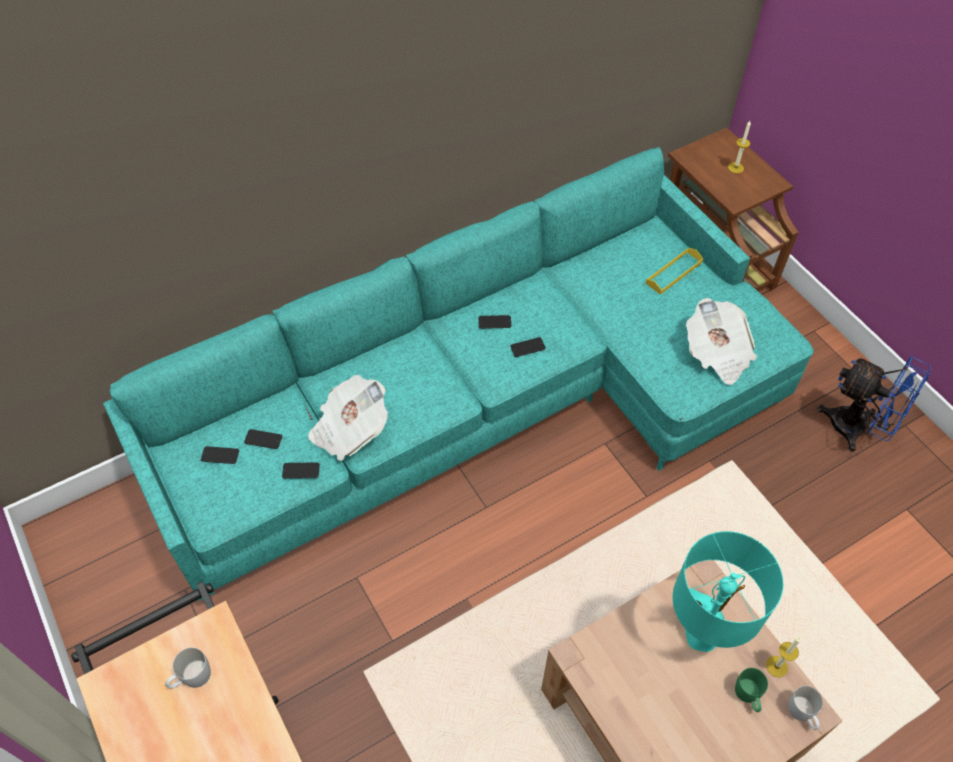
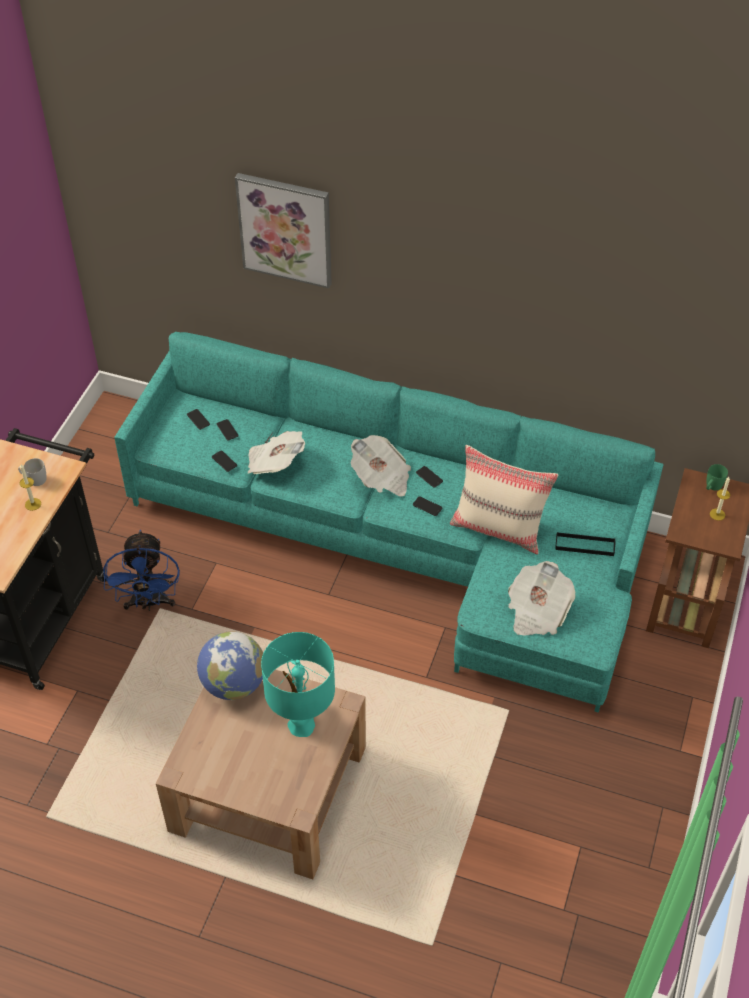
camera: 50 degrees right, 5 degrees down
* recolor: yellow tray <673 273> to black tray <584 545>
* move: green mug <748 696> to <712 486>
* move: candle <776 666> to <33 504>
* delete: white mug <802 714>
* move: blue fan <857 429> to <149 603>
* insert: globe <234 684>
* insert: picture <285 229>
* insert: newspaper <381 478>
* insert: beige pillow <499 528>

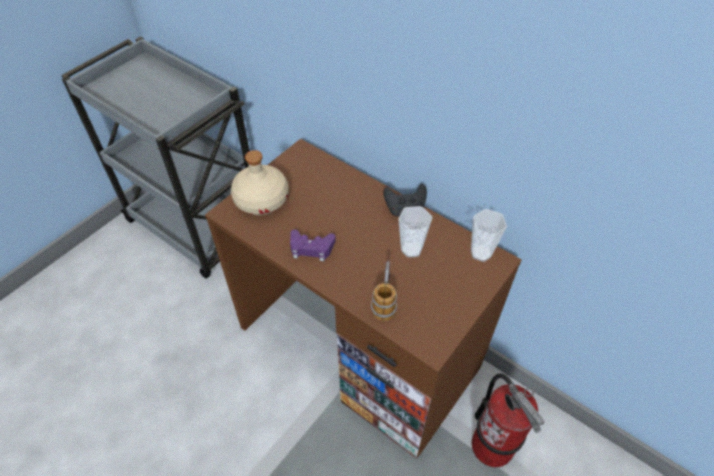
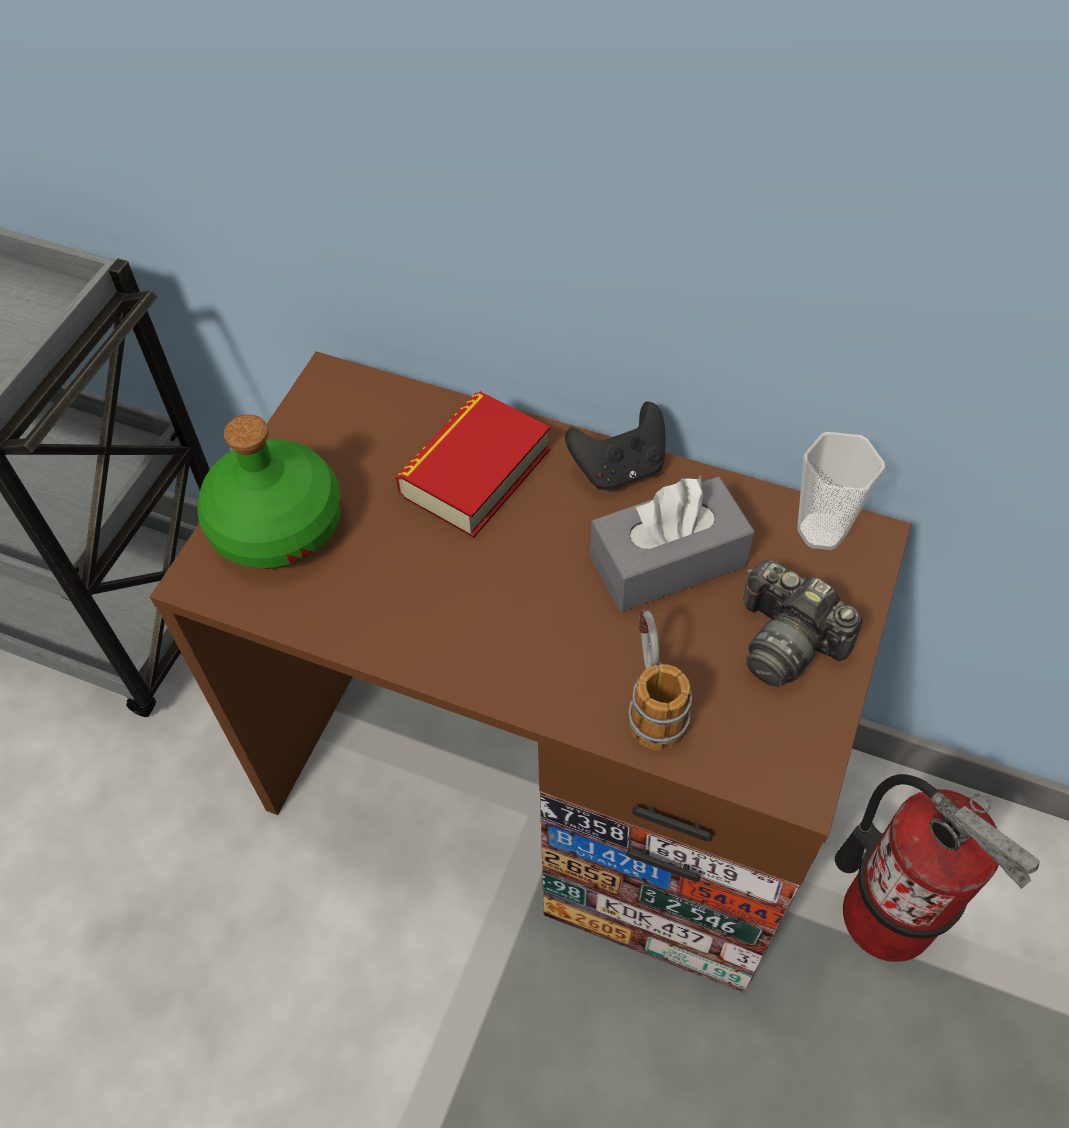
camera: 15 degrees left, 5 degrees up
* recolor: beige bottle <262 200> to green bottle <279 525>
* delete: purple game controller <311 248>
* replace: cup <411 249> to grey tissue box <667 561>
* insert: book <475 472>
* insert: photo camera <787 640>

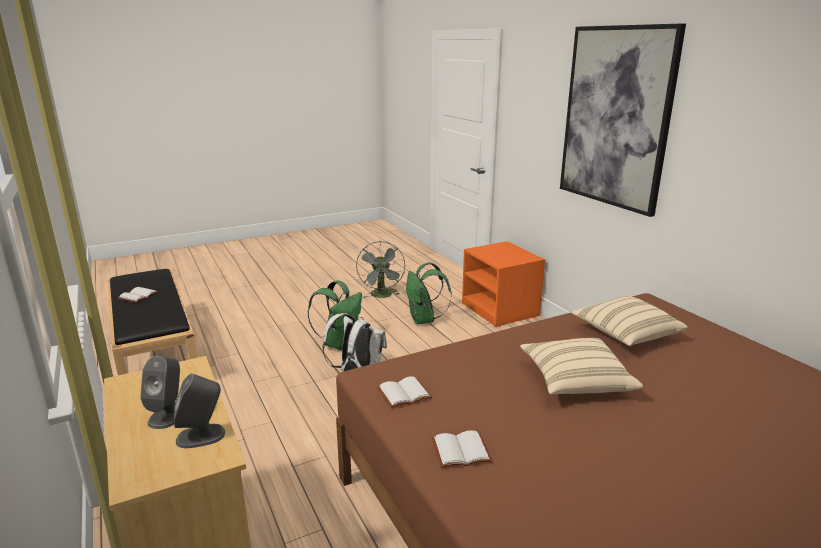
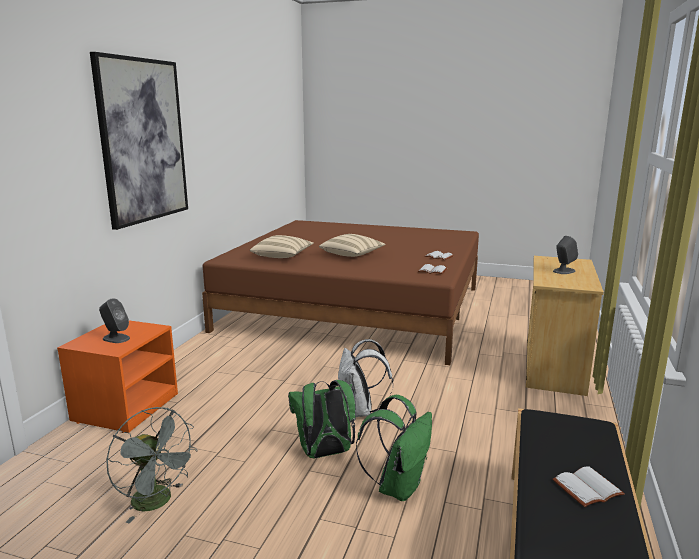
camera: 135 degrees left, 5 degrees down
* move: grey speaker <201 436> to <116 338>
* rotate: grey fan <382 296> = <158 502> 90 degrees clockwise
* move: green backpack <424 320> to <398 486>

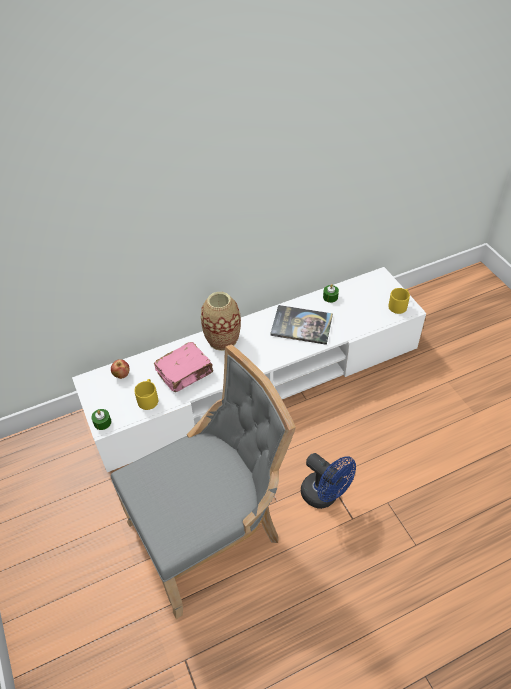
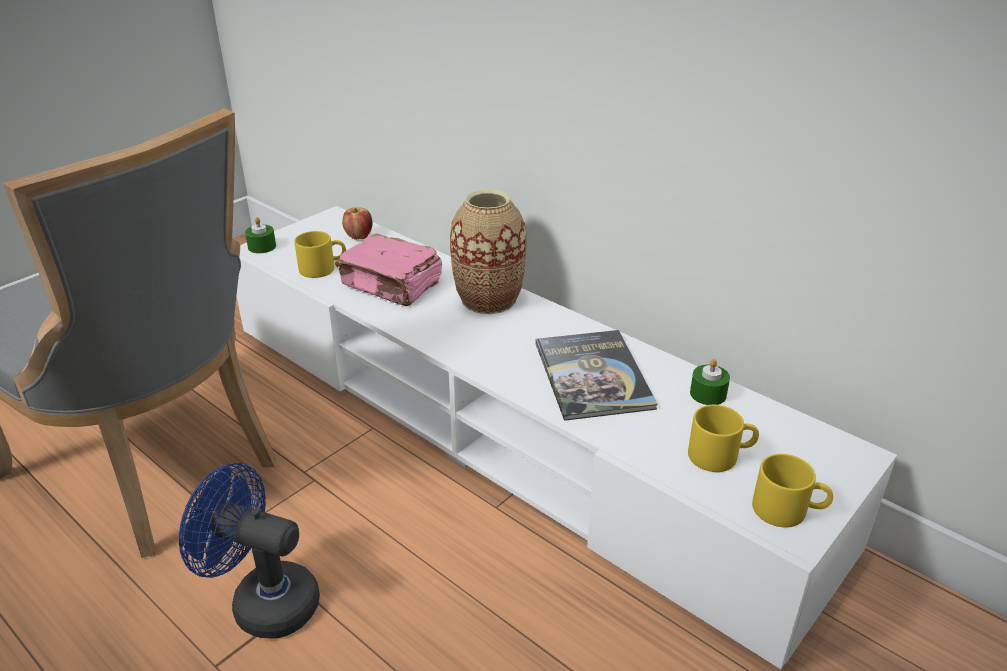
camera: 65 degrees right, 15 degrees down
* rotate: blue fan <324 496> = <264 601> 90 degrees clockwise
* insert: yellow mug <720 455>

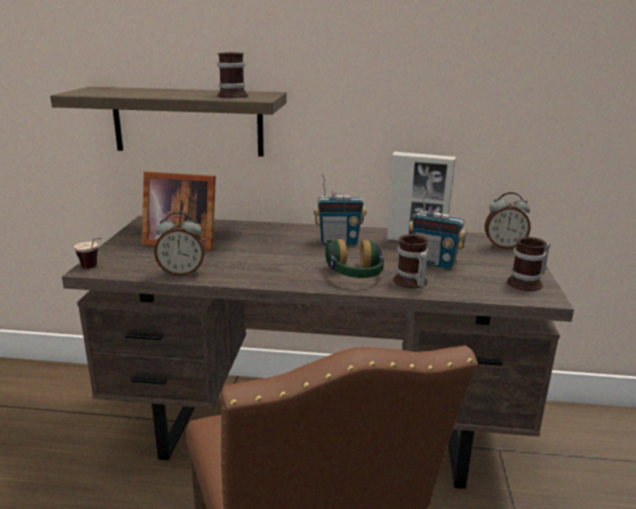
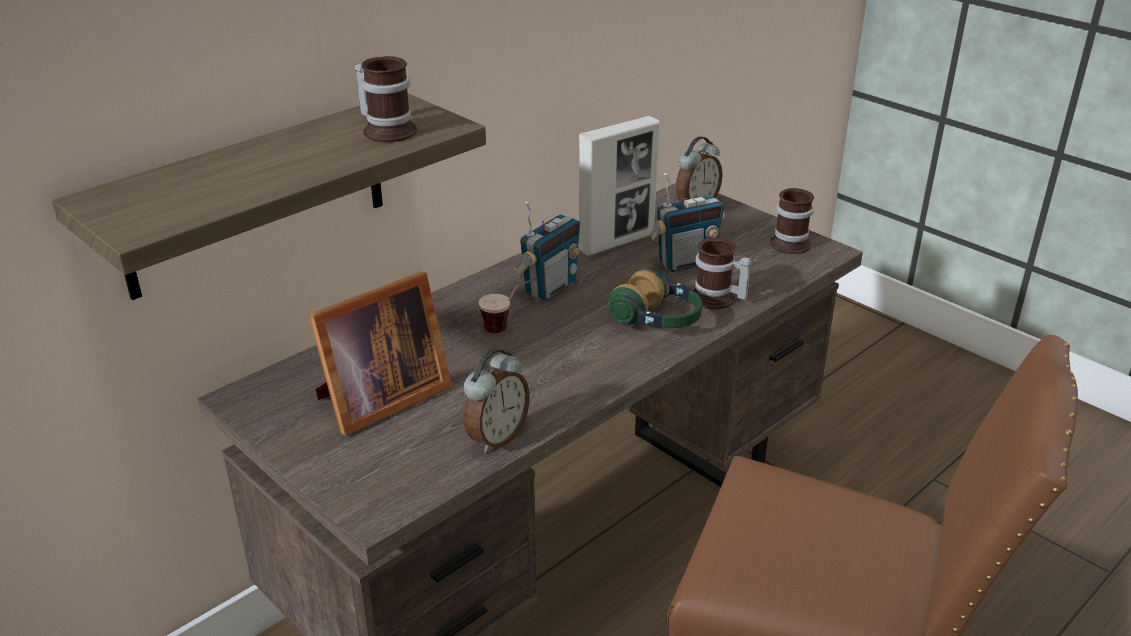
camera: 50 degrees left, 10 degrees up
* move: cup <94 268> to <508 326>

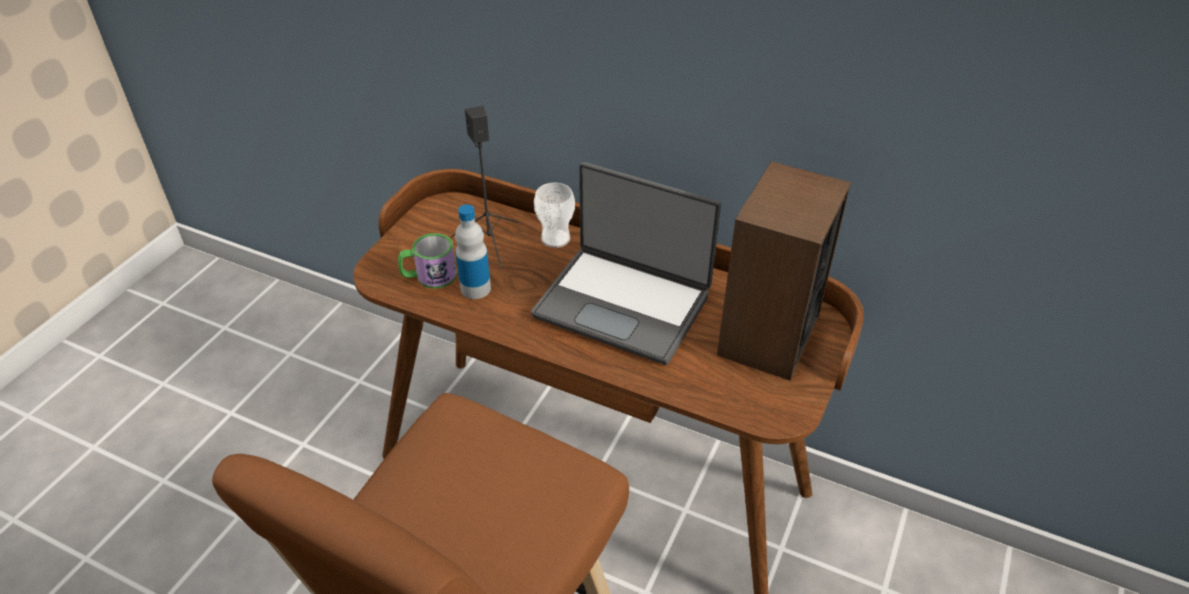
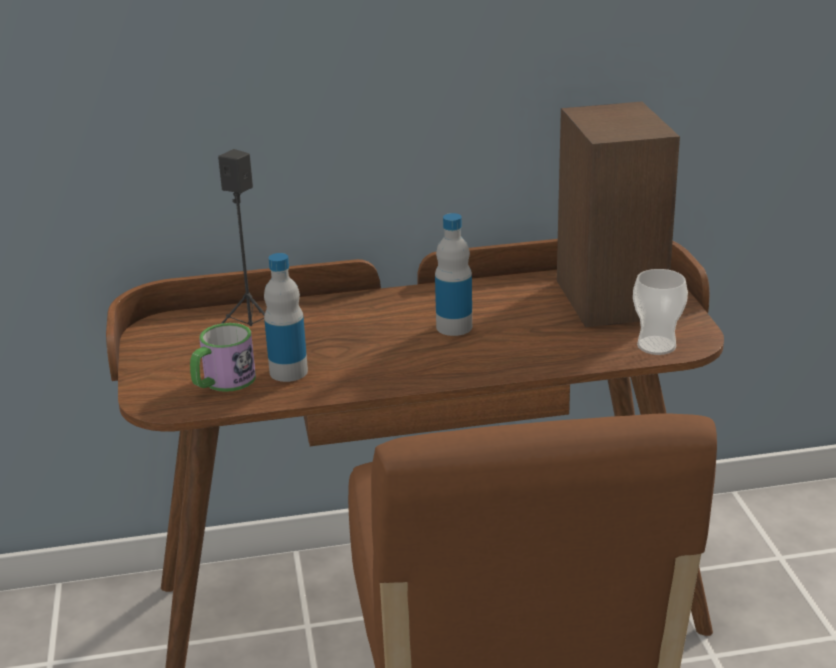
camera: 35 degrees left, 15 degrees down
* replace: laptop <623 304> to bottle <454 327>
* move: cup <555 238> to <656 346>

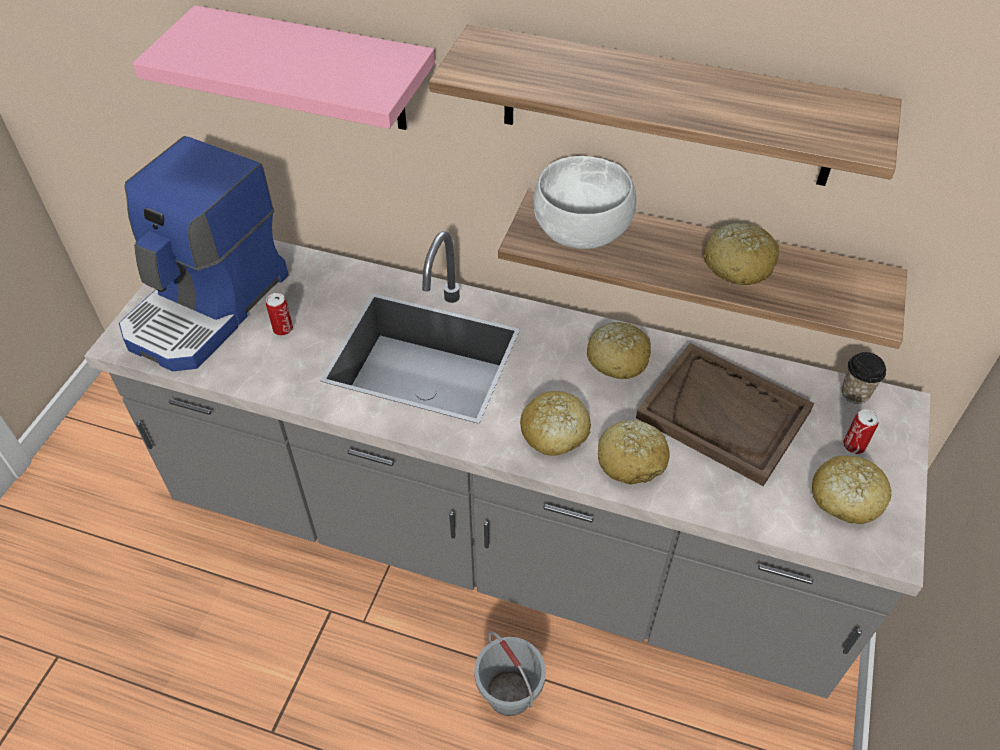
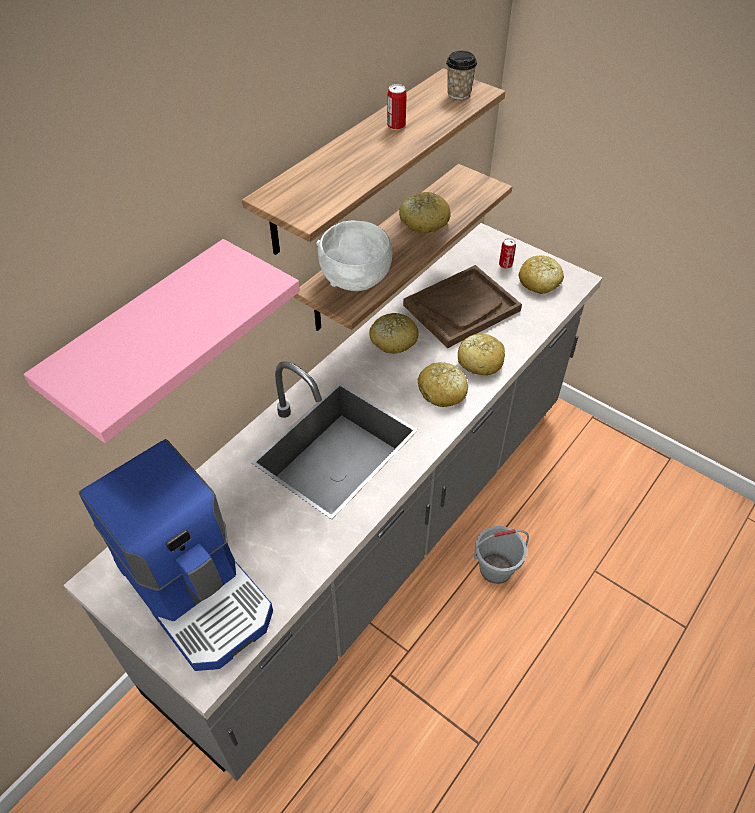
camera: 70 degrees left, 0 degrees up
* move: can <283 329> to <396 126>
* move: cup <855 393> to <459 94>

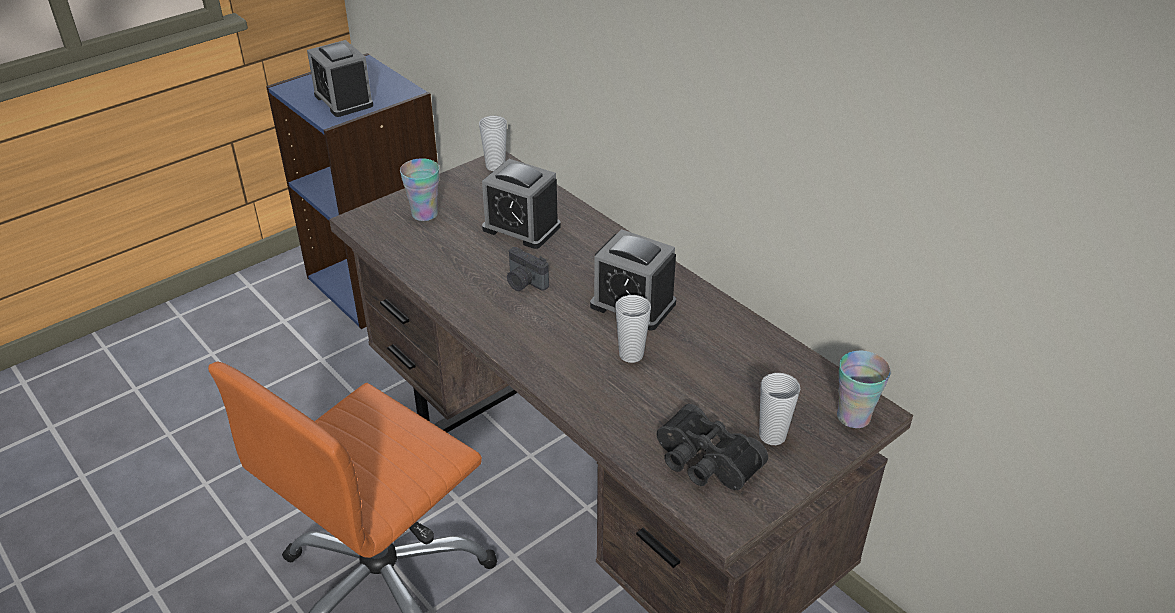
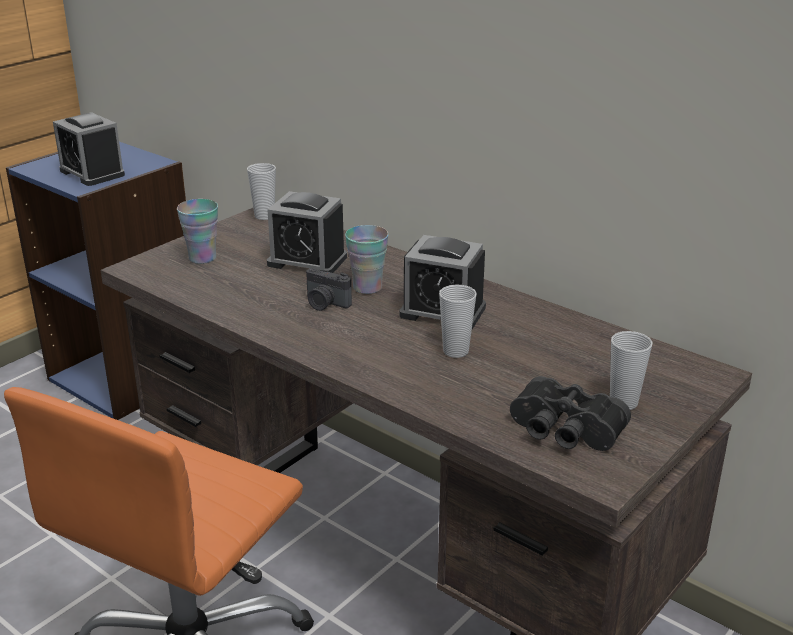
camera: 10 degrees left, 10 degrees down
* move: cup <853 417> to <367 287>

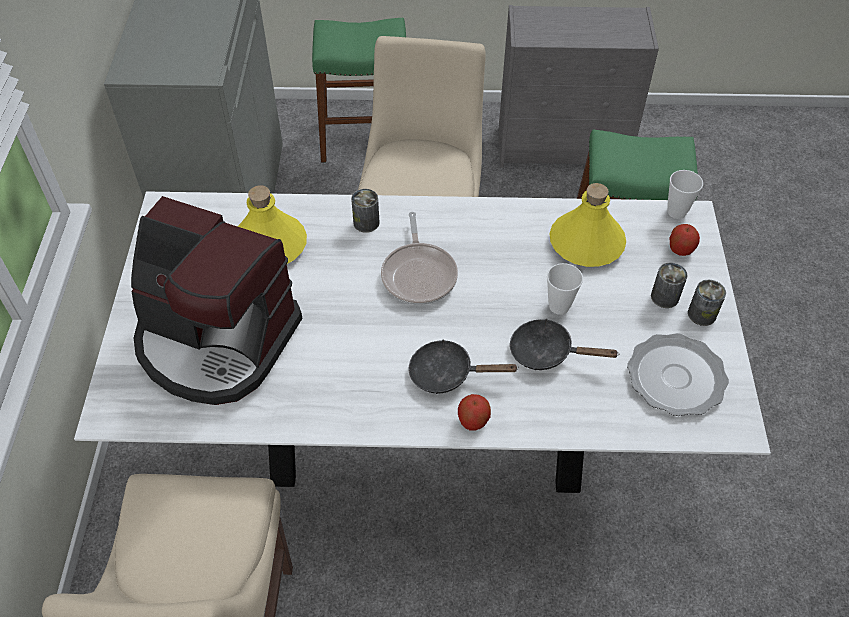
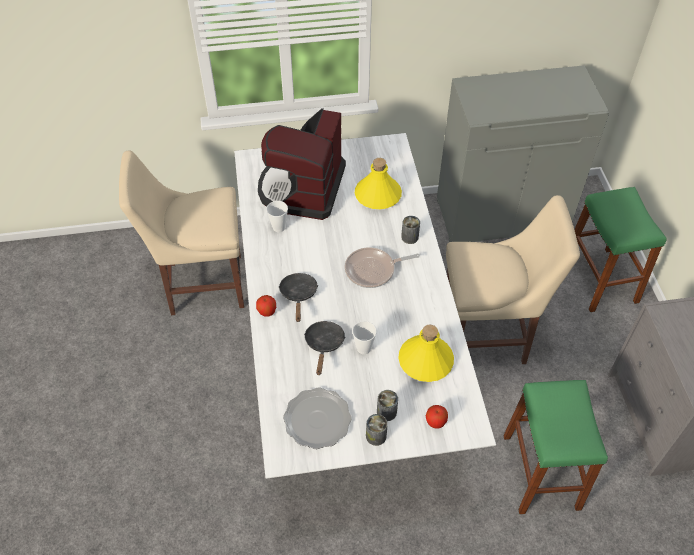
camera: 80 degrees right, 0 degrees up
* move: cup <676 212> to <279 227>

